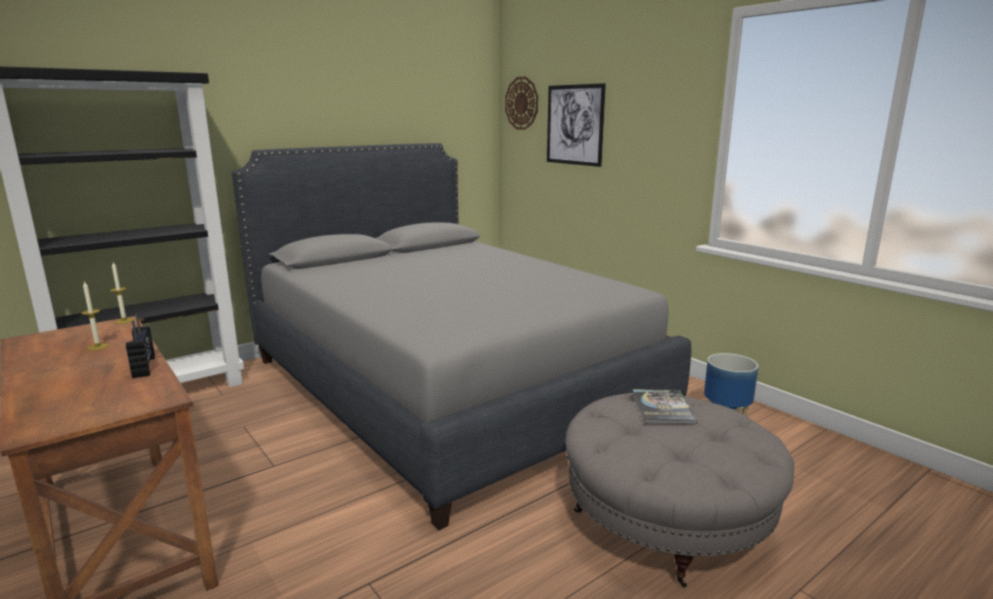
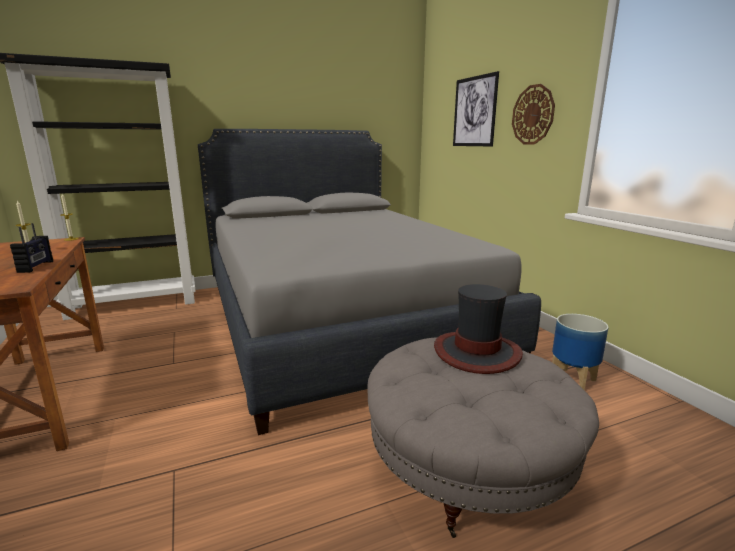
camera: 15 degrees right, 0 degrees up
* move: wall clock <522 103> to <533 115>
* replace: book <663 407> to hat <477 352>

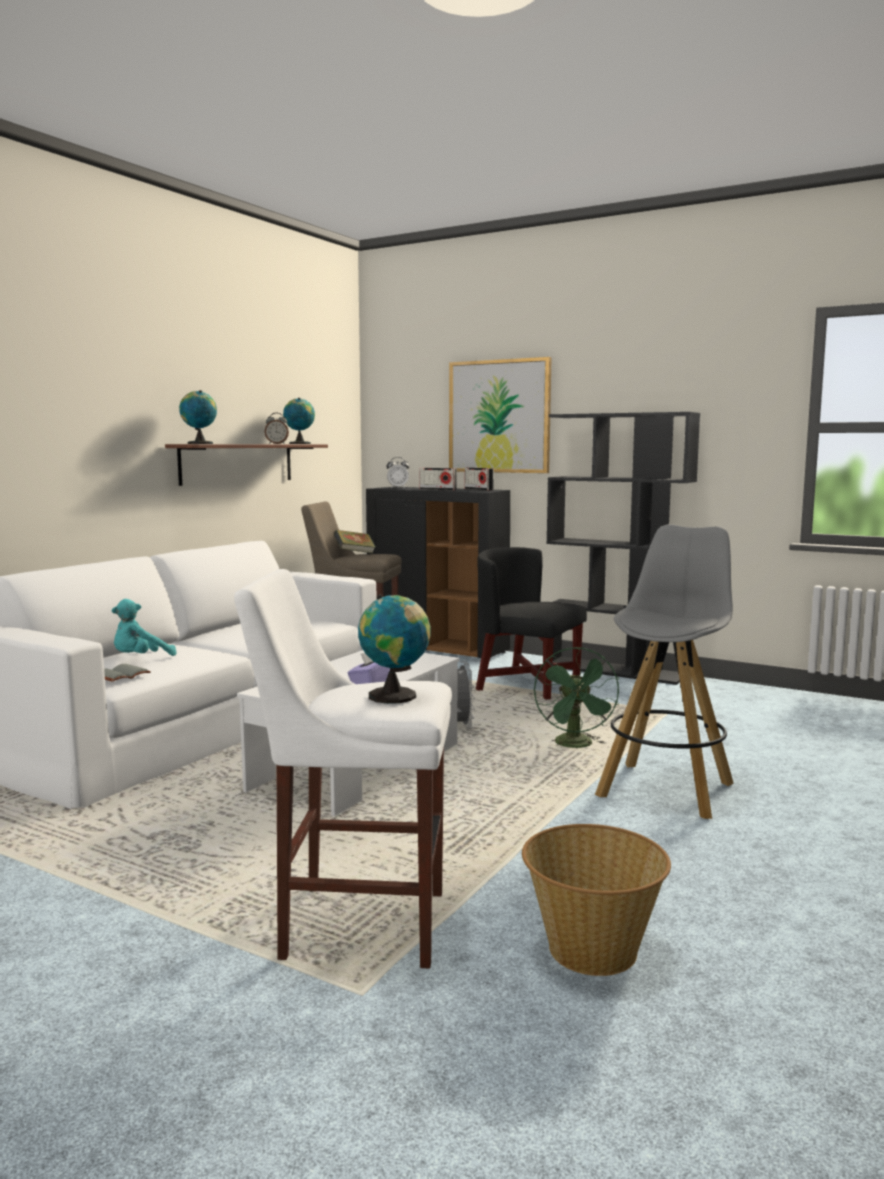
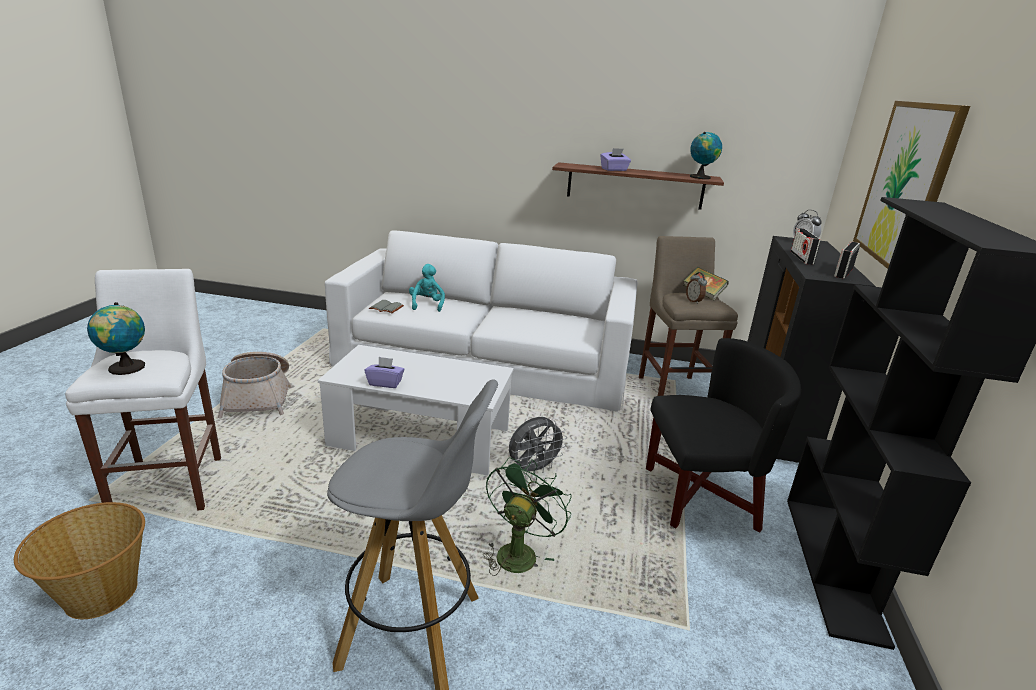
camera: 70 degrees right, 15 degrees up
* rotate: turquoise plush toy <140 659> = <427 305> 60 degrees clockwise
* delete: globe <199 443>
* move: alarm clock <277 444> to <694 301>
* rotate: black armchair <527 684> = <701 496> 75 degrees clockwise
* rotate: green fan <576 745> = <519 551> 135 degrees clockwise
* insert: basket <259 396>
* insert: purple tissue box <614 170>

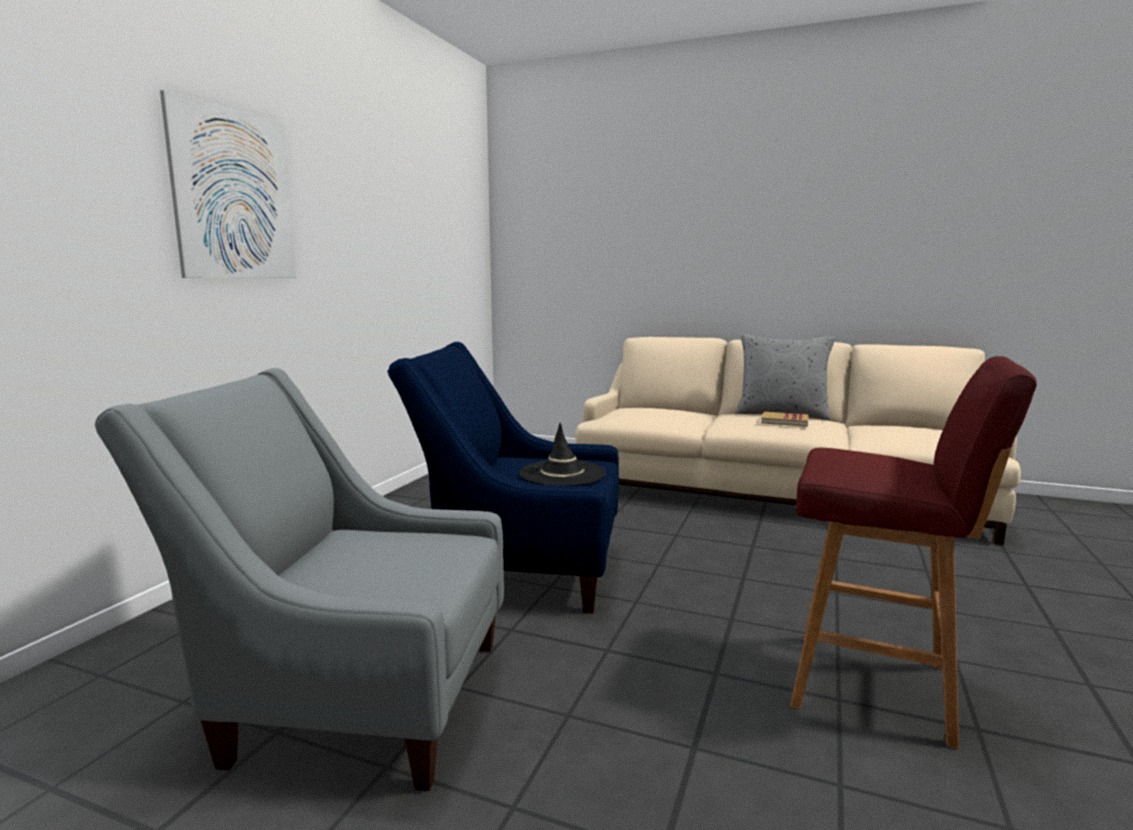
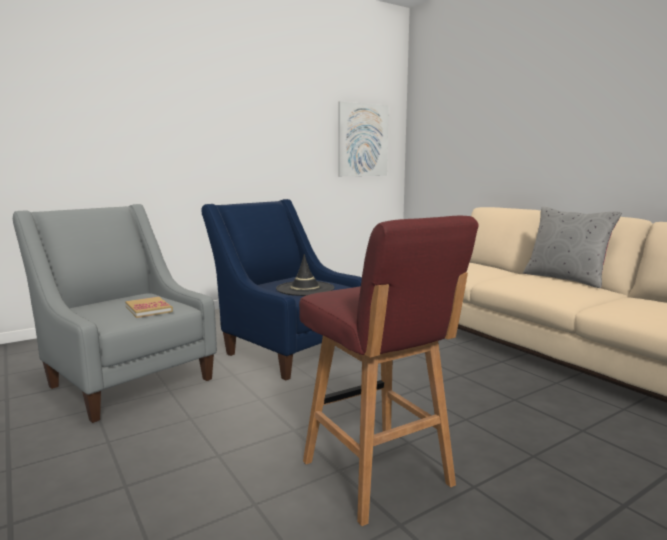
camera: 35 degrees right, 0 degrees up
* move: picture <234 195> to <363 140>
* move: book <784 421> to <148 309>

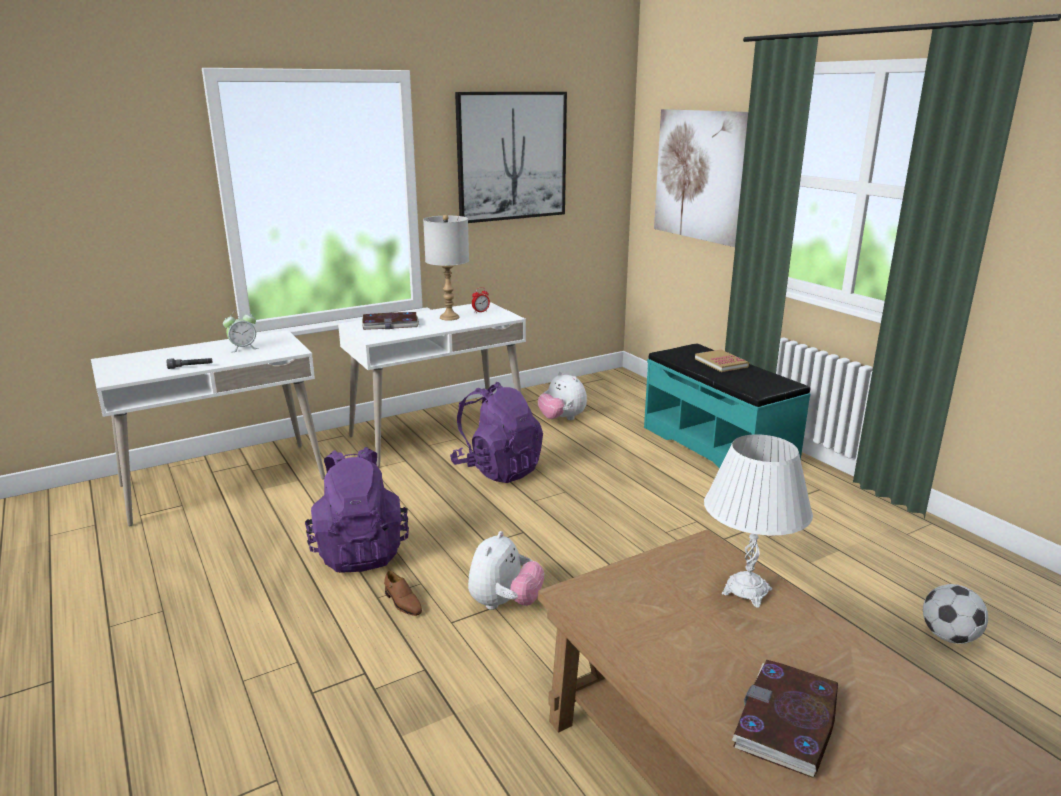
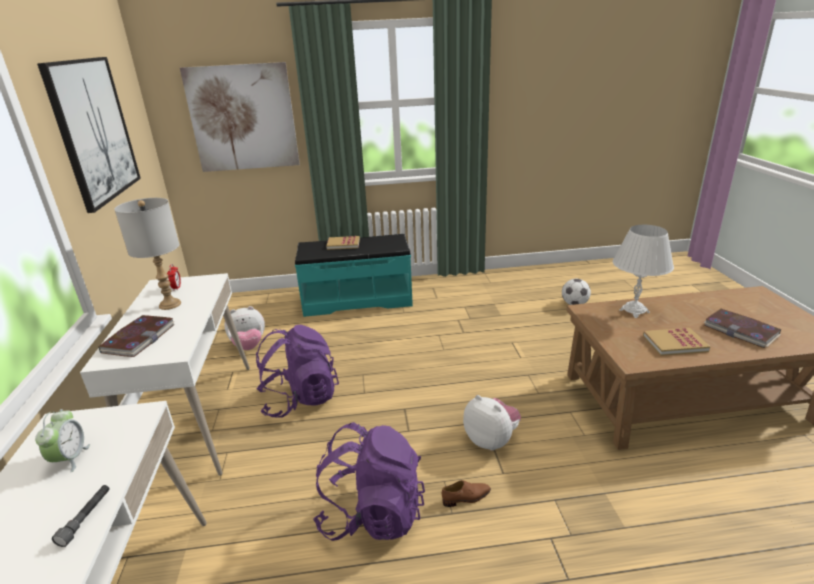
camera: 65 degrees left, 5 degrees up
* insert: book <674 343>

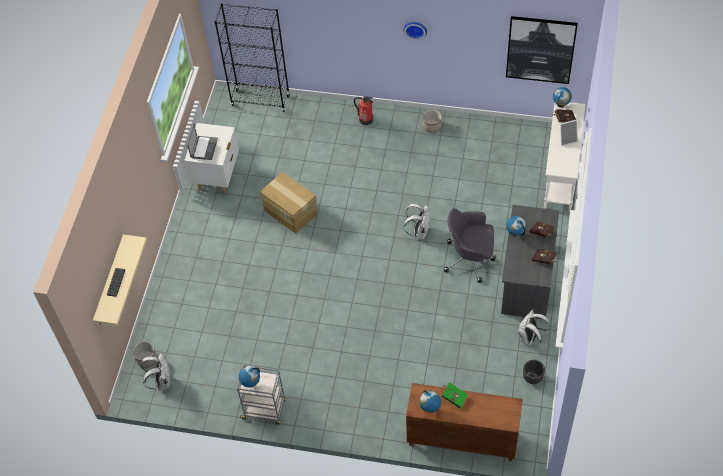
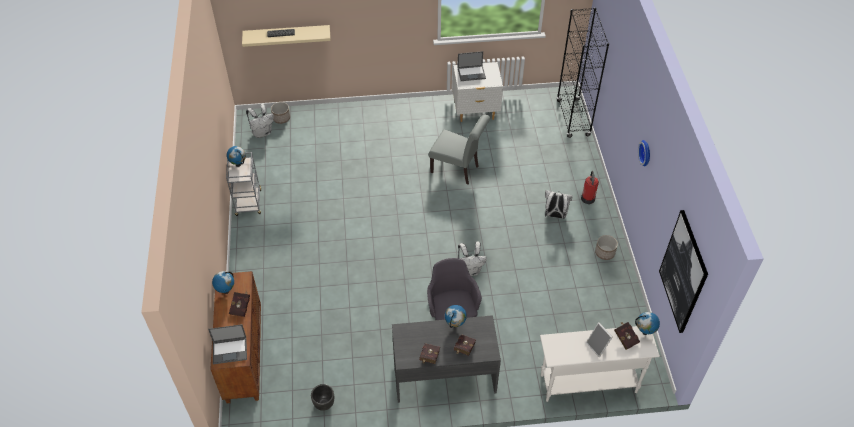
camera: 70 degrees right, 5 degrees down
* replace: cardboard box <291 211> to grey chair <457 170>
* recolor: green book <453 397> to red book <241 307>
* move: white backpack <529 338> to <555 215>
* insert: laptop <230 350>

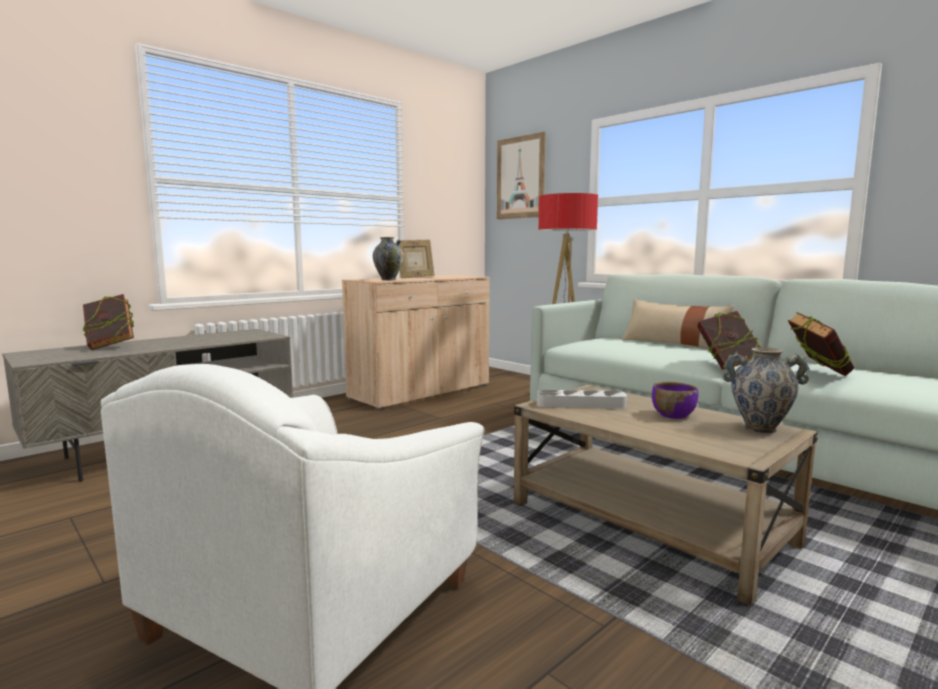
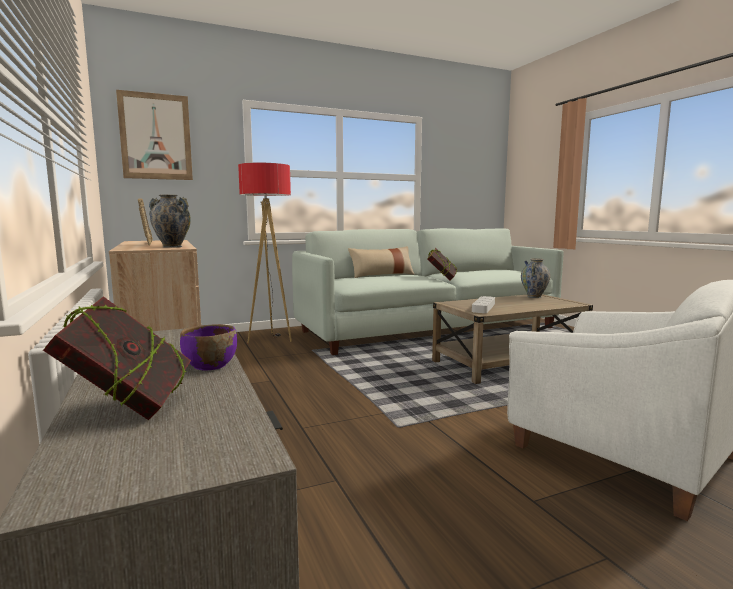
camera: 70 degrees left, 0 degrees up
* move: purple bowl <672 415> to <210 365>
* delete: book <817 374>

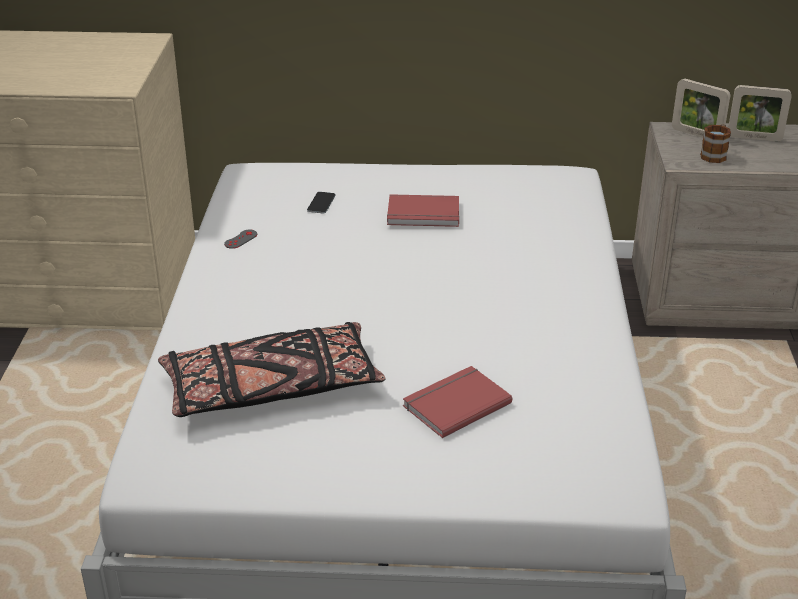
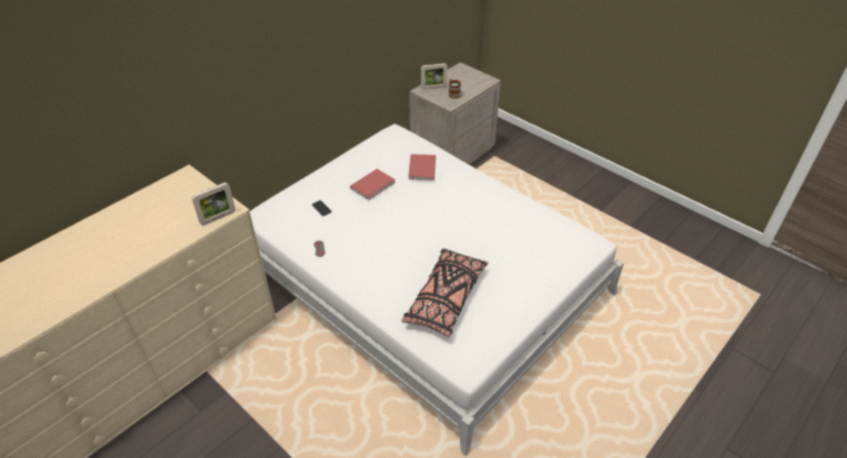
camera: 50 degrees left, 10 degrees up
* move: red book <454 403> to <420 168>
* move: picture frame <754 138> to <218 218>

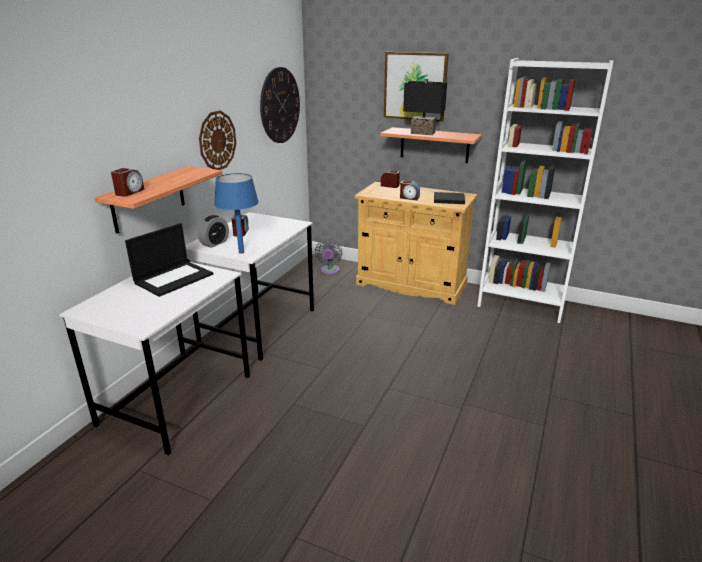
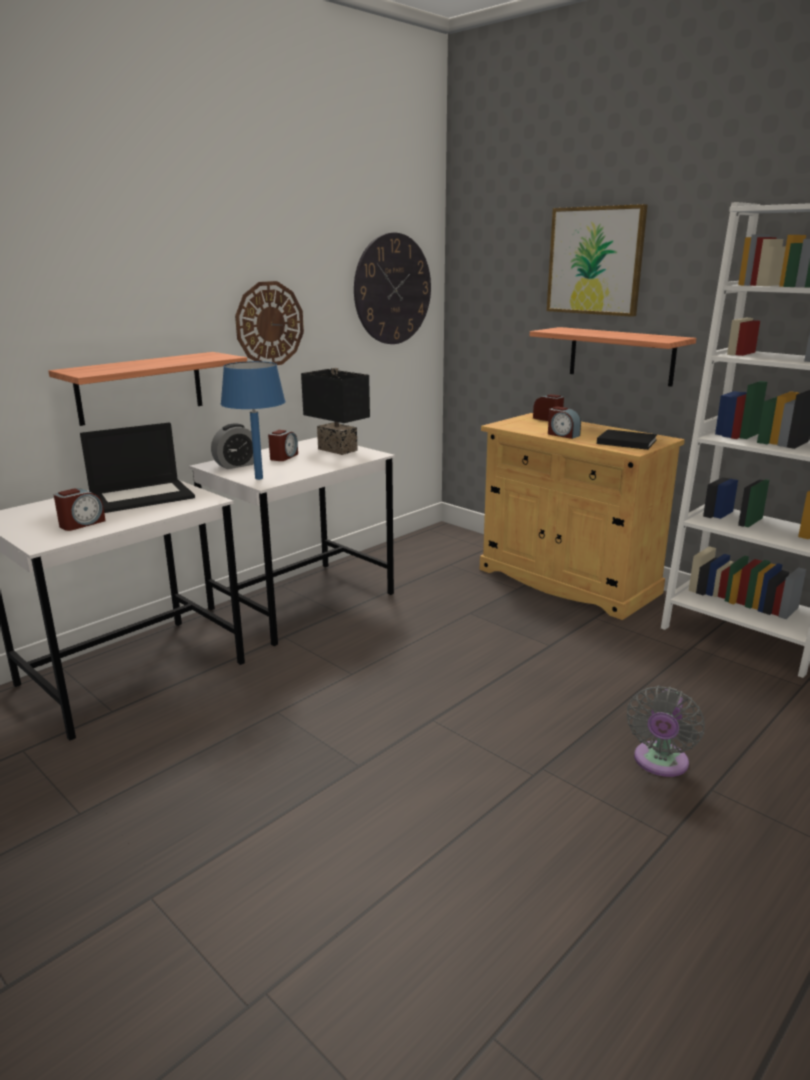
camera: 20 degrees right, 5 degrees down
* move: alarm clock <129 192> to <82 524>
* move: grey fan <329 271> to <659 763>
* move: black table lamp <422 133> to <335 450>

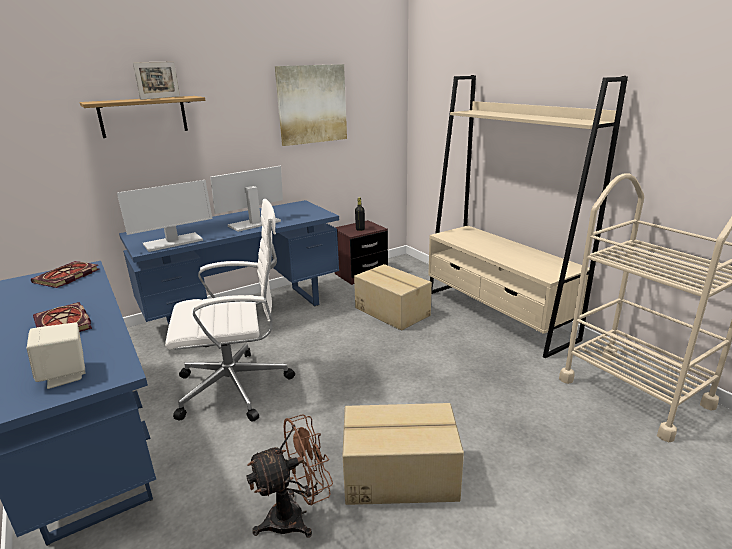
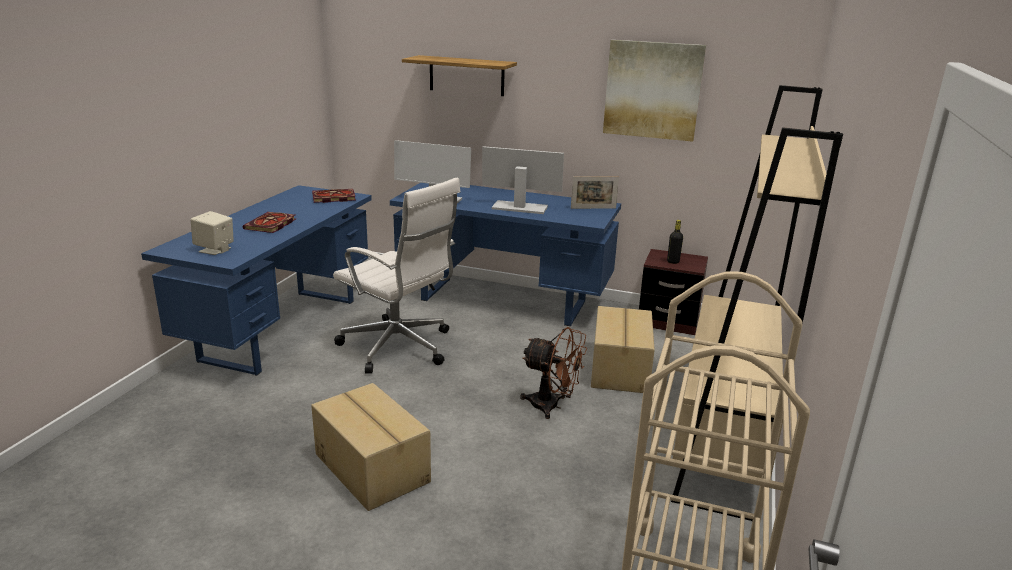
camera: 50 degrees right, 0 degrees up
* move: picture frame <160 97> to <593 208>
* move: brown fan <296 516> to <552 406>

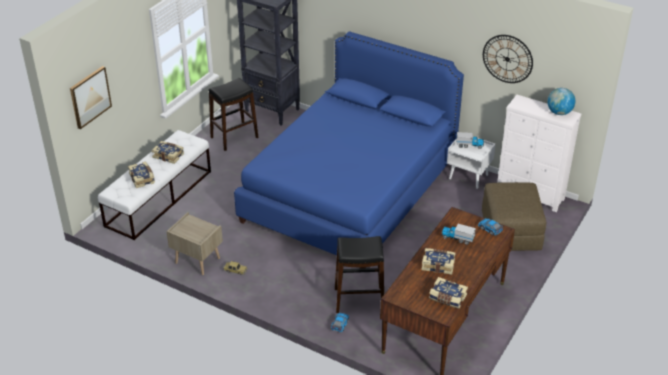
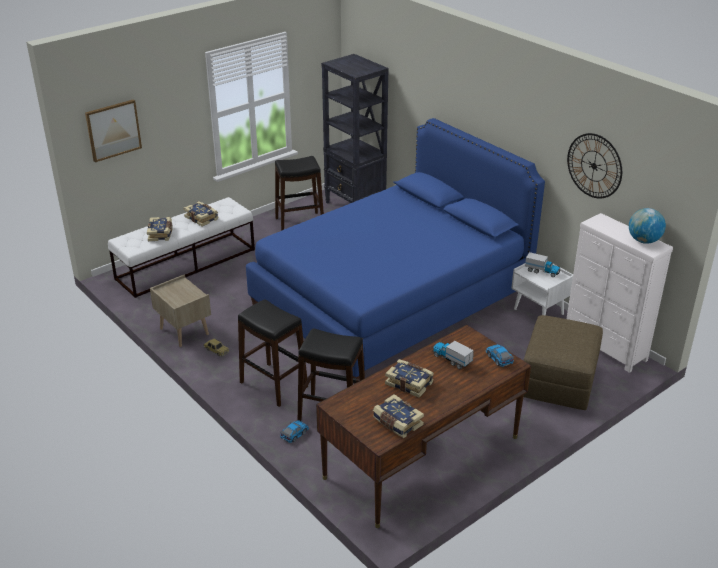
camera: 20 degrees right, 5 degrees down
* insert: black stool <273 384>

